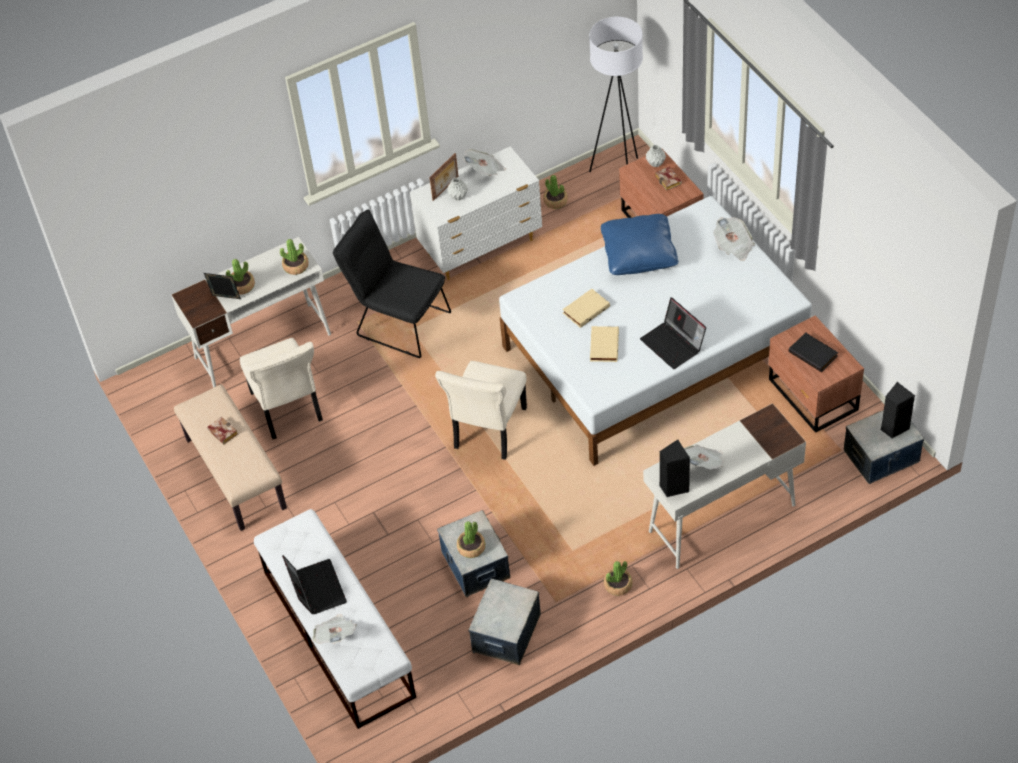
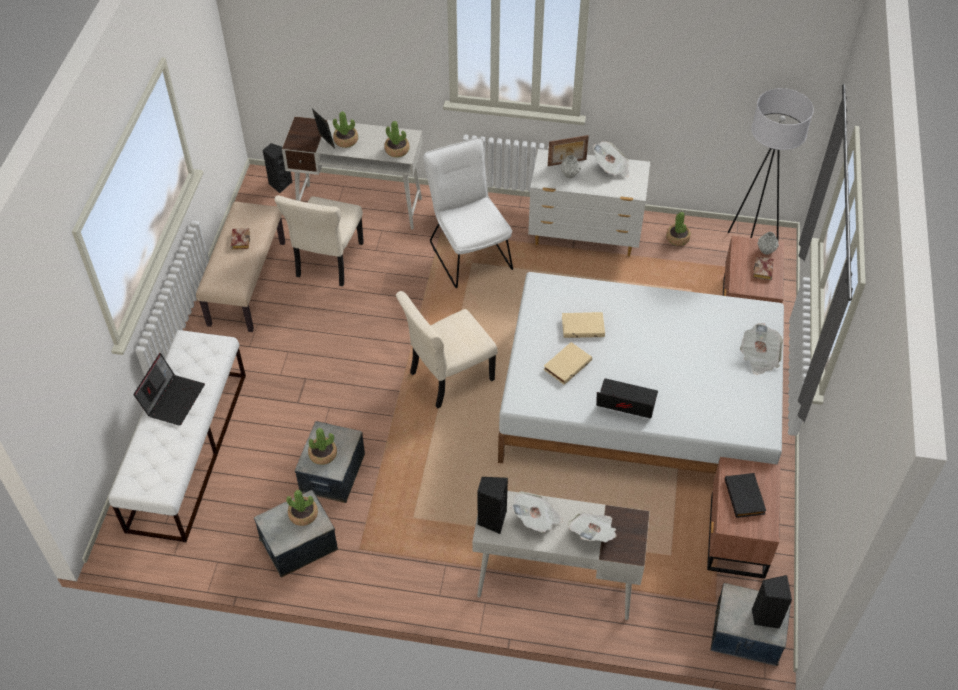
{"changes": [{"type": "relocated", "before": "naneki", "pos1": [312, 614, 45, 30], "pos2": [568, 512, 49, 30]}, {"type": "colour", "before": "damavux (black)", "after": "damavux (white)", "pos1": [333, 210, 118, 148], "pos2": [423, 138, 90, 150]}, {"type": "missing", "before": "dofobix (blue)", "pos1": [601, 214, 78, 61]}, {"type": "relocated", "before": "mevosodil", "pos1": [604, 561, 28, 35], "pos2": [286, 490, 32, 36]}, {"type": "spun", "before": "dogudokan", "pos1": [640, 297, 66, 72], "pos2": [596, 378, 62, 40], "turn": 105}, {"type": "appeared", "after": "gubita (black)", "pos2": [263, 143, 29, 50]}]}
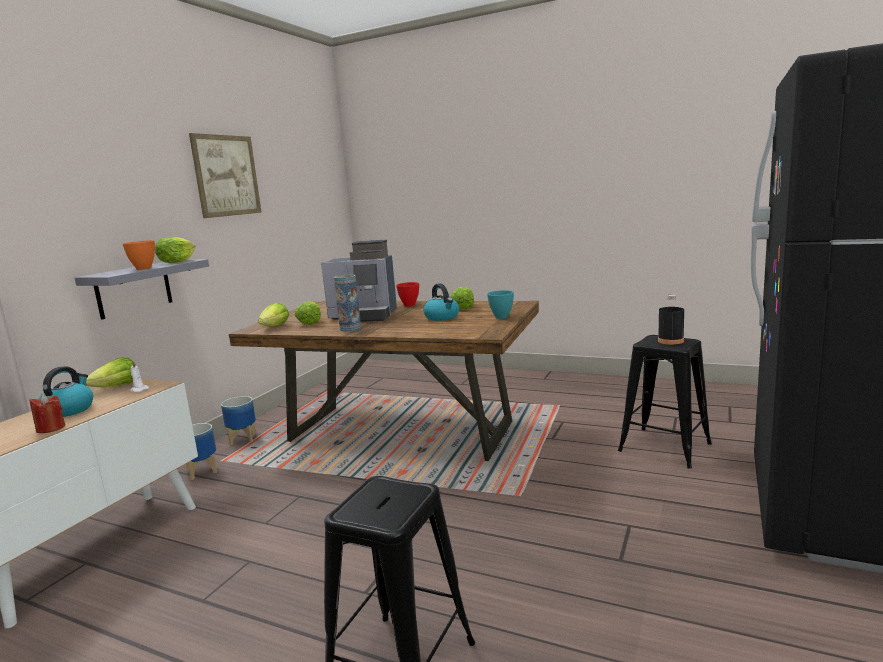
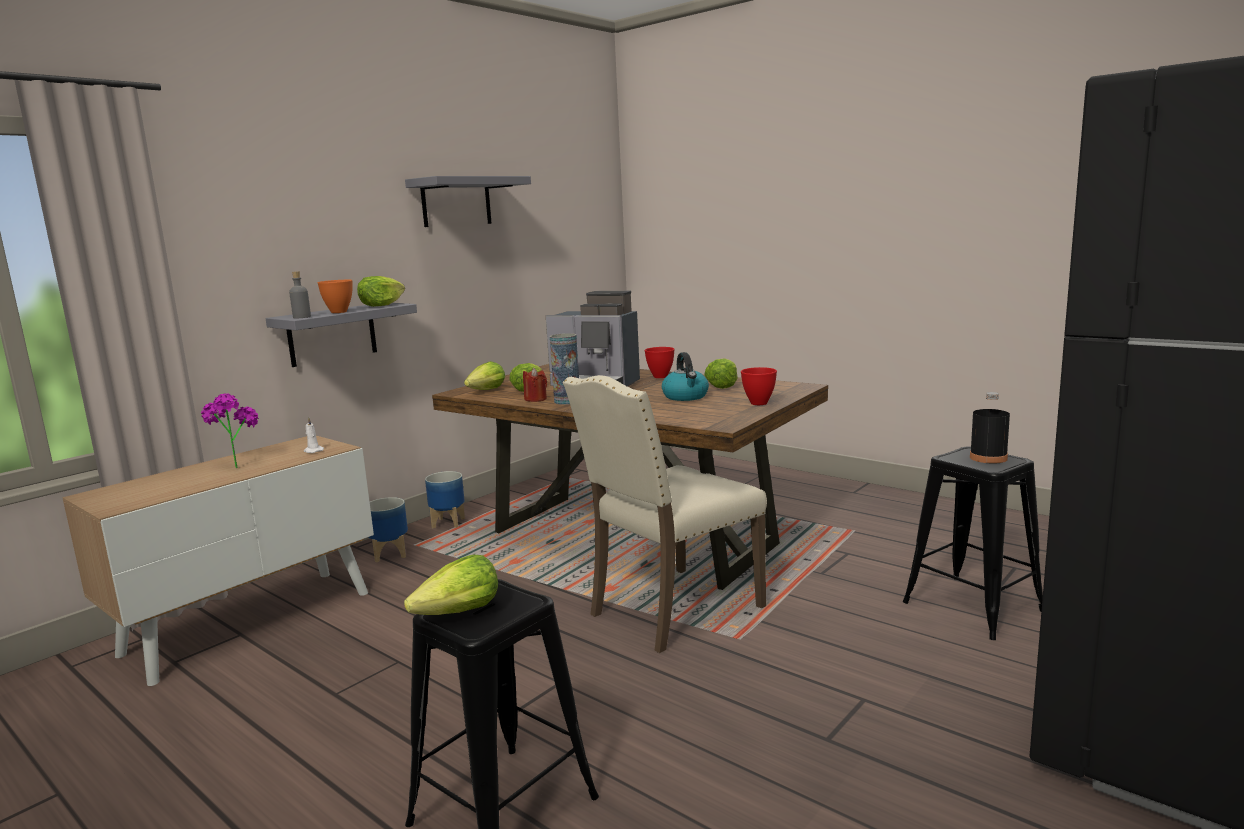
{"changes": [{"type": "relocated", "before": "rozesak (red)", "pos1": [29, 394, 36, 39], "pos2": [523, 368, 24, 34]}, {"type": "exchanged", "before": "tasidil", "after": "mevosodil", "pos1": [39, 366, 54, 51], "pos2": [201, 393, 58, 75]}, {"type": "relocated", "before": "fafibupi", "pos1": [85, 357, 51, 30], "pos2": [404, 555, 94, 60]}, {"type": "exchanged", "before": "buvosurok", "after": "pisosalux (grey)", "pos1": [189, 133, 73, 85], "pos2": [405, 176, 126, 51]}, {"type": "colour", "before": "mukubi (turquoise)", "after": "mukubi (red)", "pos1": [487, 290, 27, 29], "pos2": [741, 367, 36, 38]}, {"type": "appeared", "after": "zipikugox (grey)", "pos2": [289, 271, 22, 47]}, {"type": "appeared", "after": "damavux (beige)", "pos2": [563, 375, 204, 278]}]}
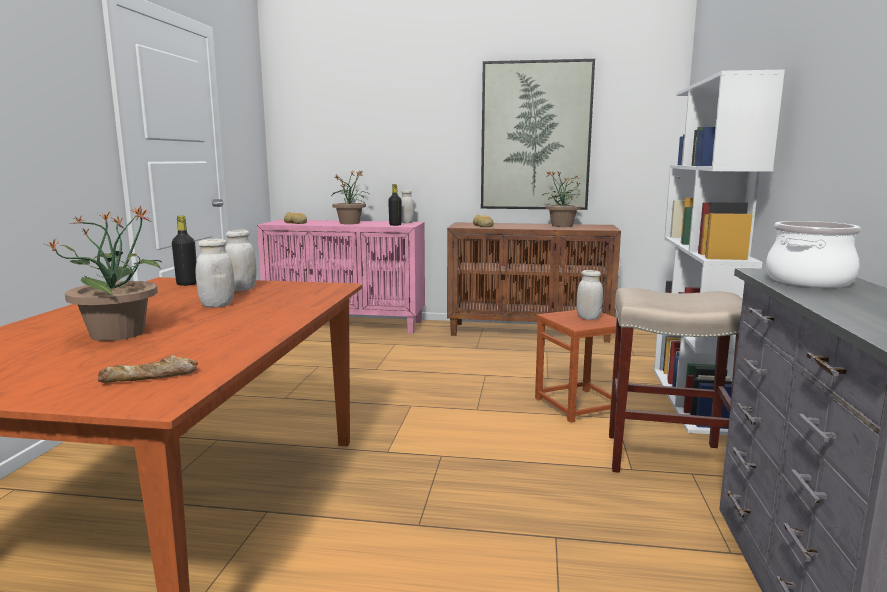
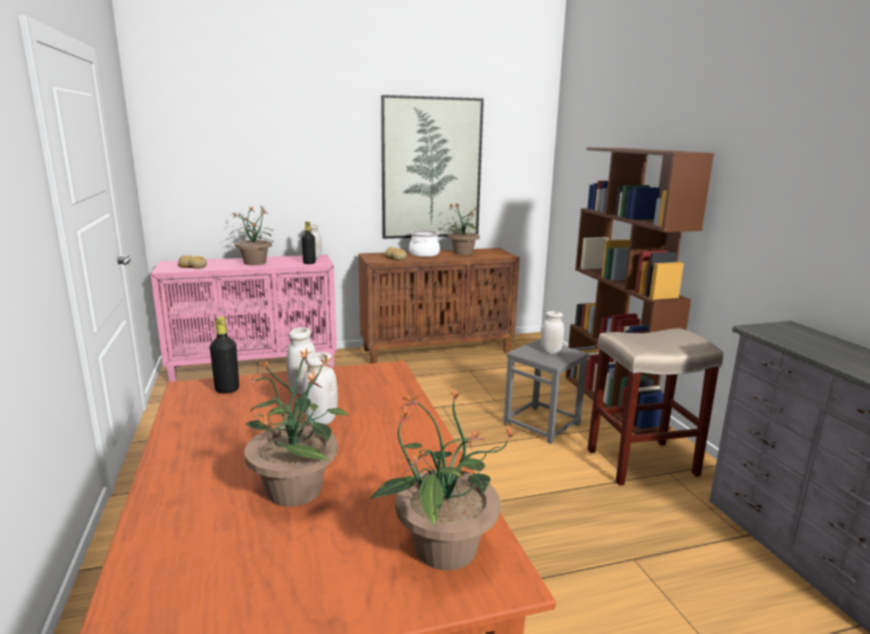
{"changes": [{"type": "exchanged", "before": "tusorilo", "after": "mevosodil", "pos1": [98, 355, 100, 28], "pos2": [369, 386, 150, 184]}, {"type": "colour", "before": "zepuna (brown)", "after": "zepuna (grey)", "pos1": [535, 310, 82, 113], "pos2": [504, 339, 85, 105]}, {"type": "colour", "before": "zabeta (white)", "after": "zabeta (brown)", "pos1": [654, 69, 131, 366], "pos2": [565, 147, 149, 288]}, {"type": "relocated", "before": "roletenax", "pos1": [766, 221, 95, 67], "pos2": [409, 230, 31, 27]}]}
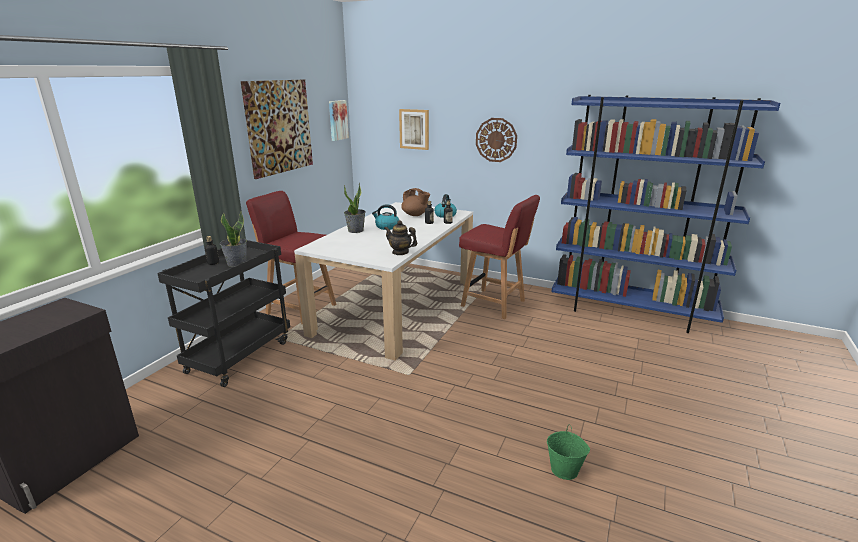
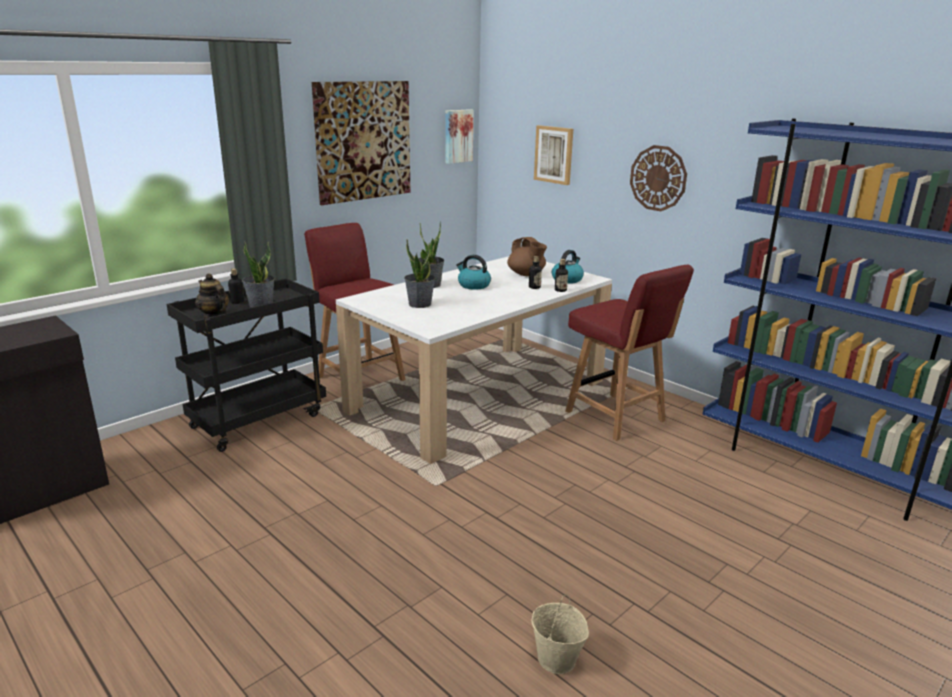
{"changes": [{"type": "relocated", "before": "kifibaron", "pos1": [384, 220, 34, 35], "pos2": [195, 273, 34, 46]}, {"type": "colour", "before": "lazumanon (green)", "after": "lazumanon (beige)", "pos1": [547, 424, 43, 56], "pos2": [531, 595, 58, 79]}, {"type": "appeared", "after": "mevosodil", "pos2": [404, 240, 31, 68]}]}
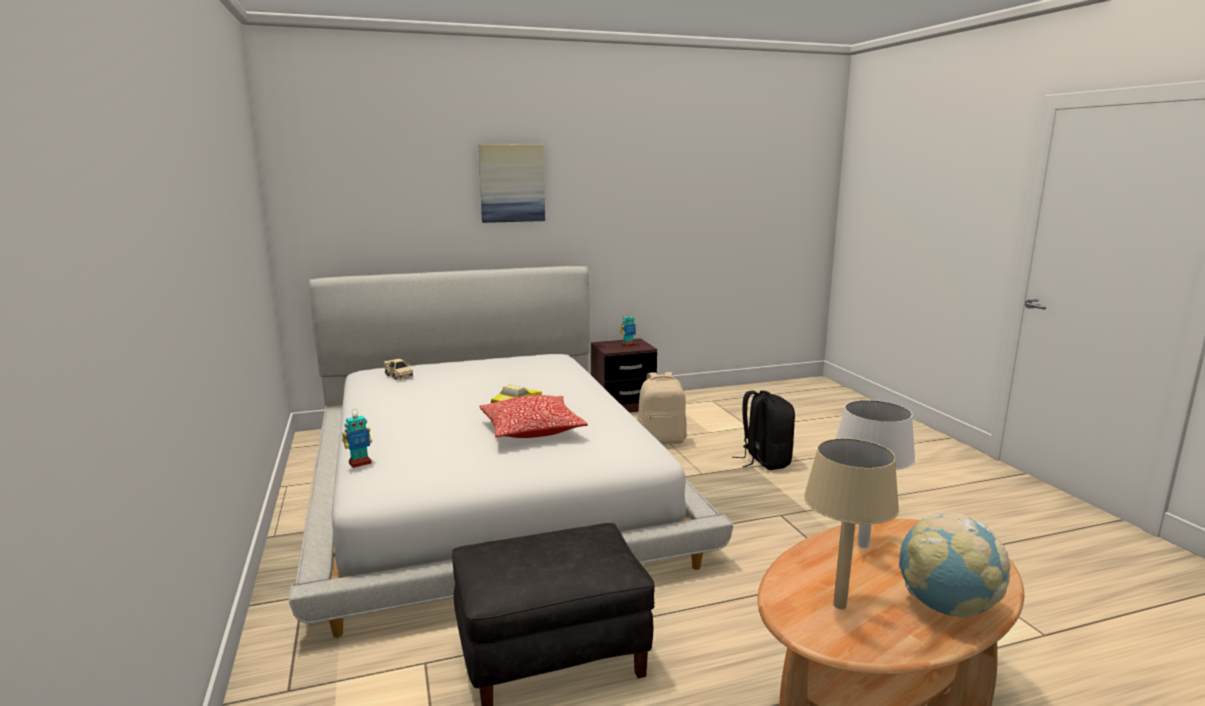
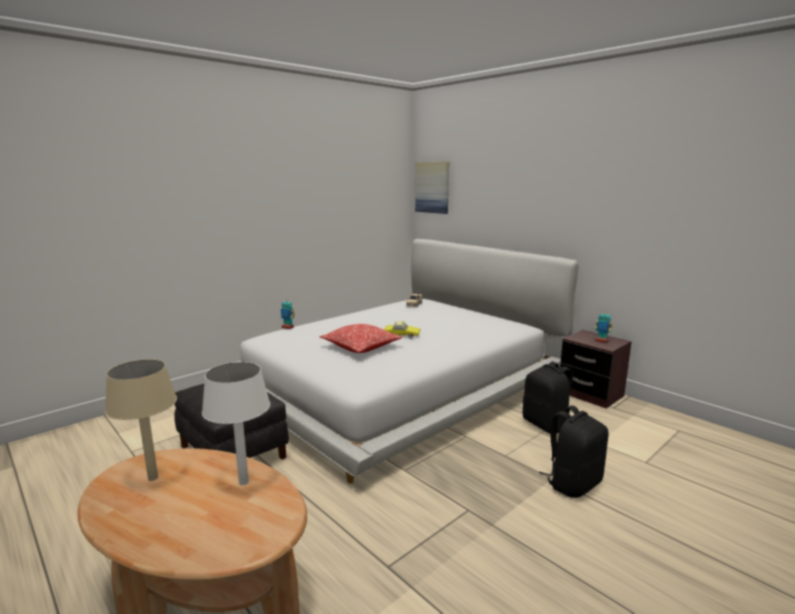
{"changes": [{"type": "relocated", "before": "buvosurok", "pos1": [478, 144, 67, 79], "pos2": [415, 162, 34, 52]}, {"type": "colour", "before": "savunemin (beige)", "after": "savunemin (black)", "pos1": [637, 372, 50, 72], "pos2": [523, 362, 50, 72]}, {"type": "missing", "before": "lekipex", "pos1": [898, 513, 112, 105]}]}
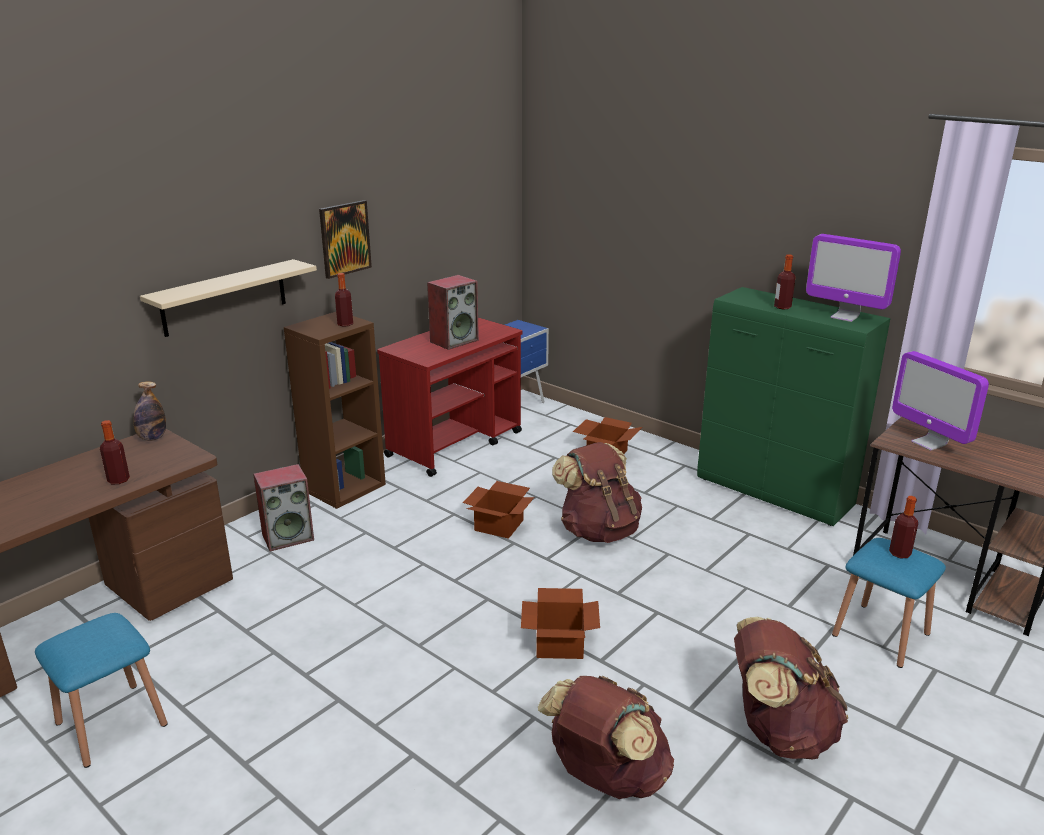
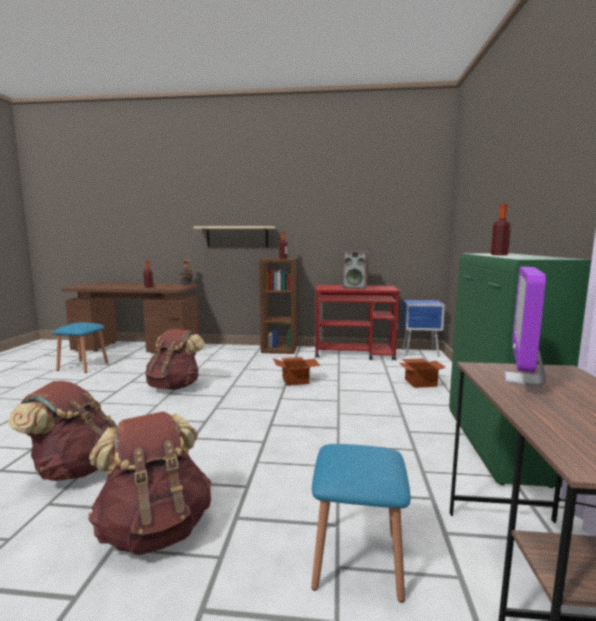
{"changes": [{"type": "missing", "before": "gubita", "pos1": [253, 464, 61, 87]}, {"type": "missing", "before": "buvosurok", "pos1": [319, 200, 53, 79]}, {"type": "missing", "before": "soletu", "pos1": [521, 588, 79, 71]}, {"type": "relocated", "before": "savunemin (brown)", "pos1": [552, 442, 90, 101], "pos2": [145, 329, 59, 61]}, {"type": "missing", "before": "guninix", "pos1": [806, 234, 95, 88]}, {"type": "missing", "before": "zipikugox", "pos1": [889, 496, 29, 62]}]}
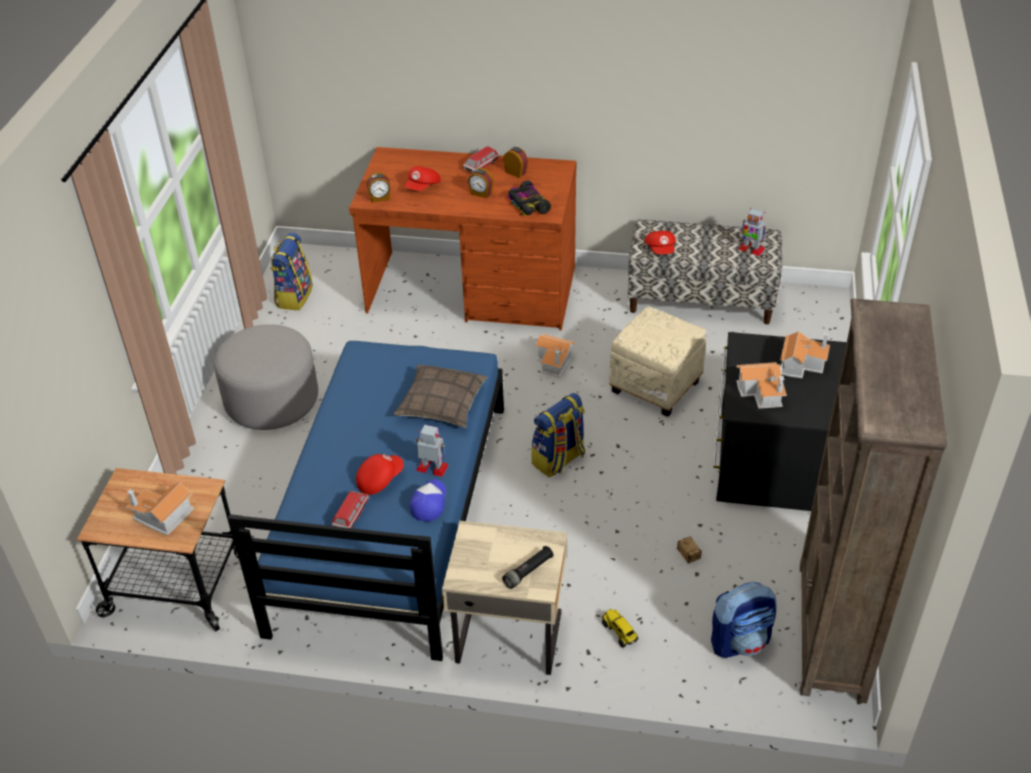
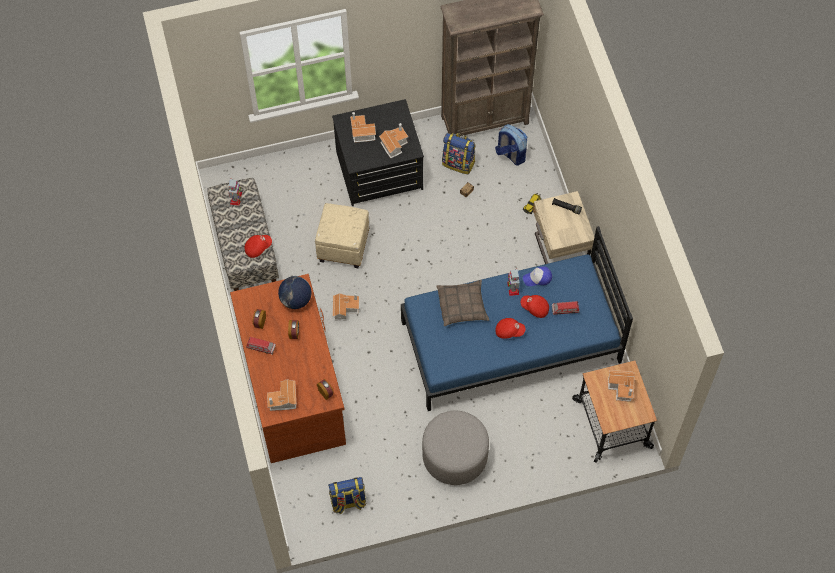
{"changes": [{"type": "relocated", "before": "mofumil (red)", "pos1": [404, 166, 37, 24], "pos2": [495, 318, 31, 21]}, {"type": "exchanged", "before": "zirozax", "after": "lekipex", "pos1": [508, 181, 43, 35], "pos2": [278, 276, 33, 33]}, {"type": "relocated", "before": "savunemin", "pos1": [531, 393, 54, 84], "pos2": [442, 133, 33, 42]}, {"type": "appeared", "after": "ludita", "pos2": [267, 379, 30, 32]}]}
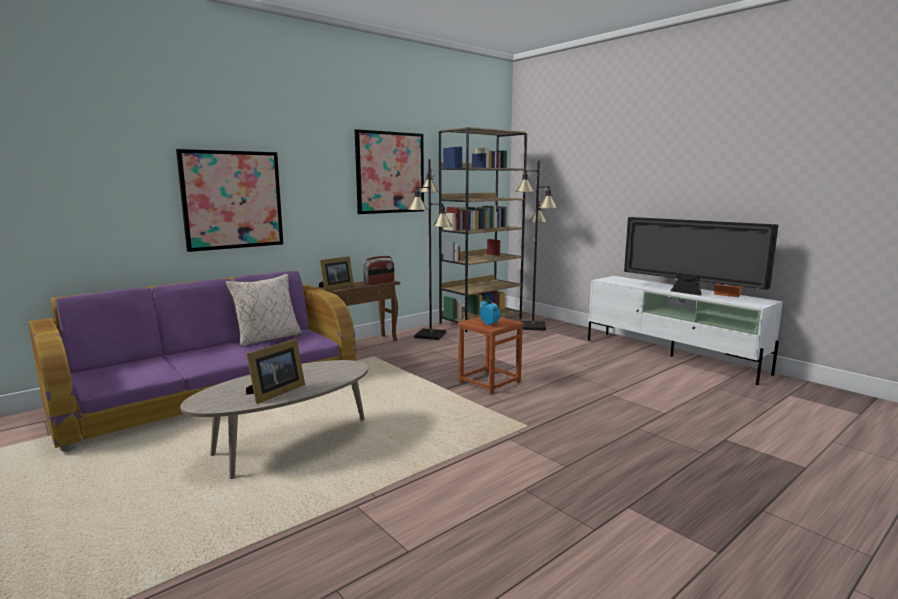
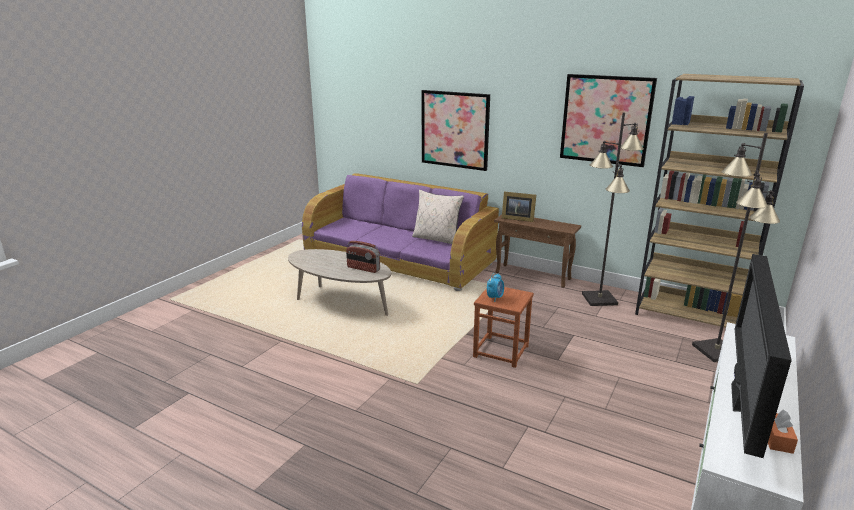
{"changes": [{"type": "missing", "before": "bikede", "pos1": [246, 339, 59, 65]}, {"type": "relocated", "before": "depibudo", "pos1": [363, 256, 31, 29], "pos2": [346, 241, 34, 32]}]}
